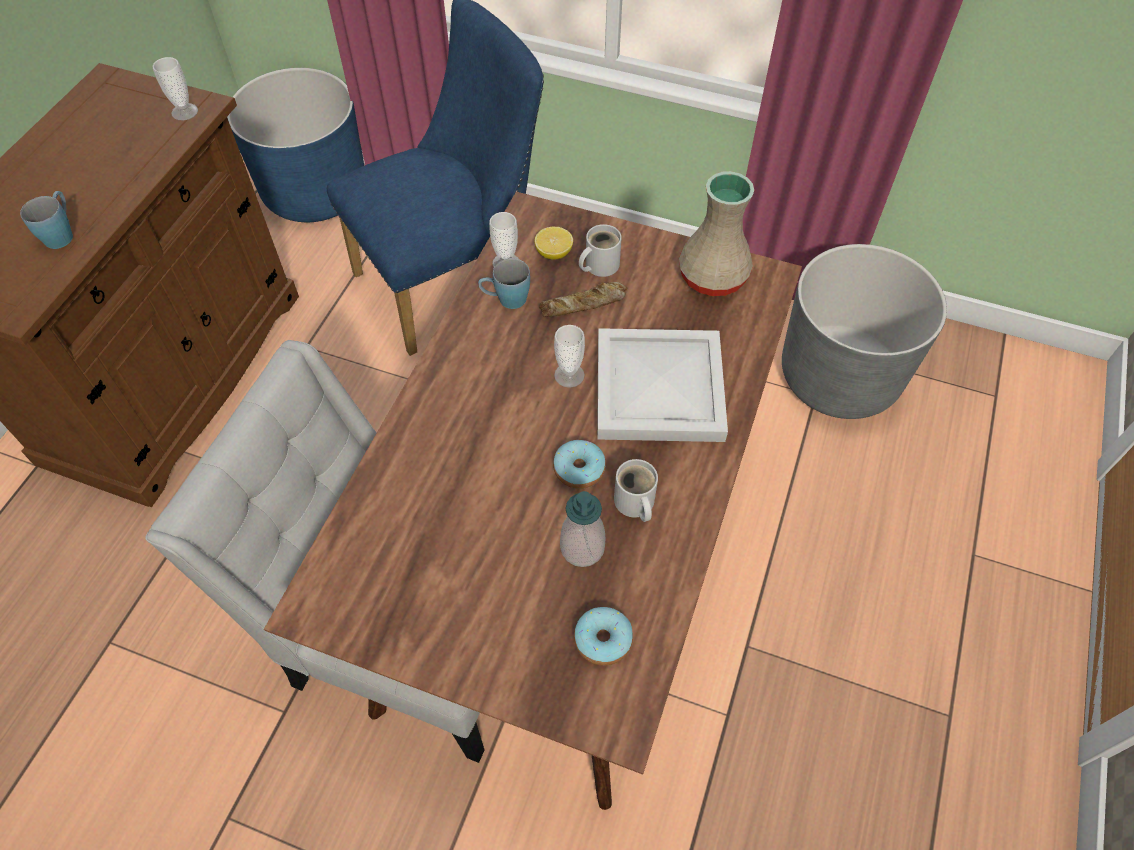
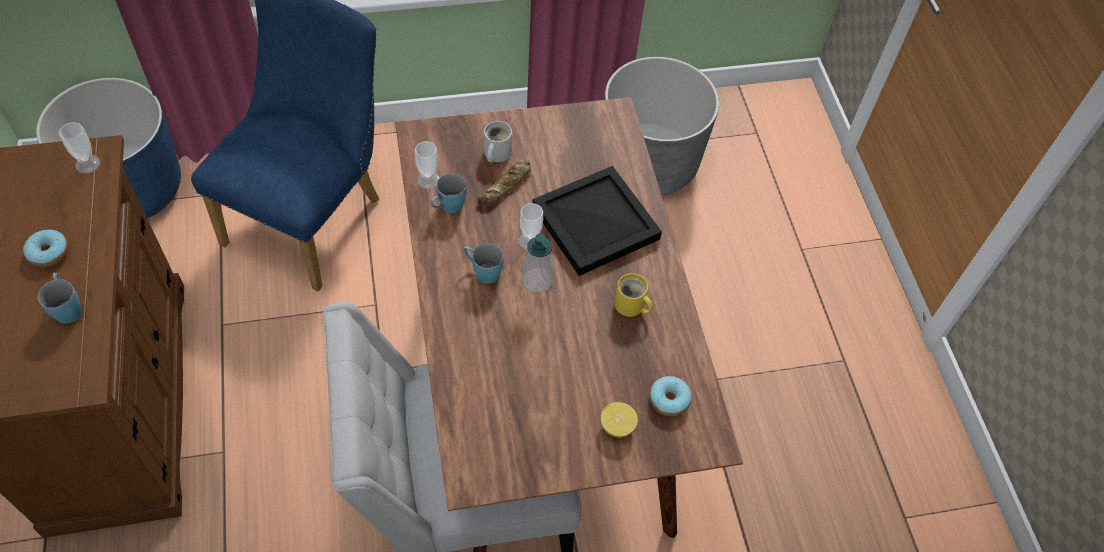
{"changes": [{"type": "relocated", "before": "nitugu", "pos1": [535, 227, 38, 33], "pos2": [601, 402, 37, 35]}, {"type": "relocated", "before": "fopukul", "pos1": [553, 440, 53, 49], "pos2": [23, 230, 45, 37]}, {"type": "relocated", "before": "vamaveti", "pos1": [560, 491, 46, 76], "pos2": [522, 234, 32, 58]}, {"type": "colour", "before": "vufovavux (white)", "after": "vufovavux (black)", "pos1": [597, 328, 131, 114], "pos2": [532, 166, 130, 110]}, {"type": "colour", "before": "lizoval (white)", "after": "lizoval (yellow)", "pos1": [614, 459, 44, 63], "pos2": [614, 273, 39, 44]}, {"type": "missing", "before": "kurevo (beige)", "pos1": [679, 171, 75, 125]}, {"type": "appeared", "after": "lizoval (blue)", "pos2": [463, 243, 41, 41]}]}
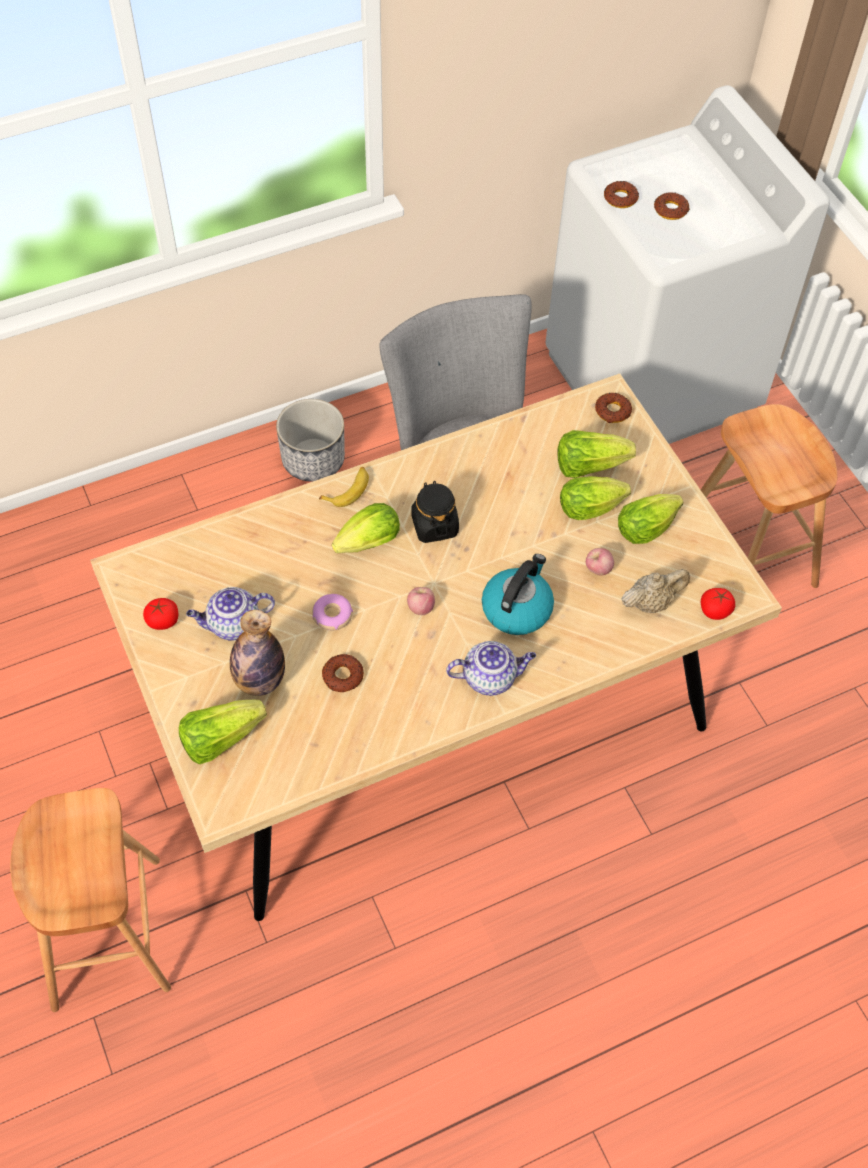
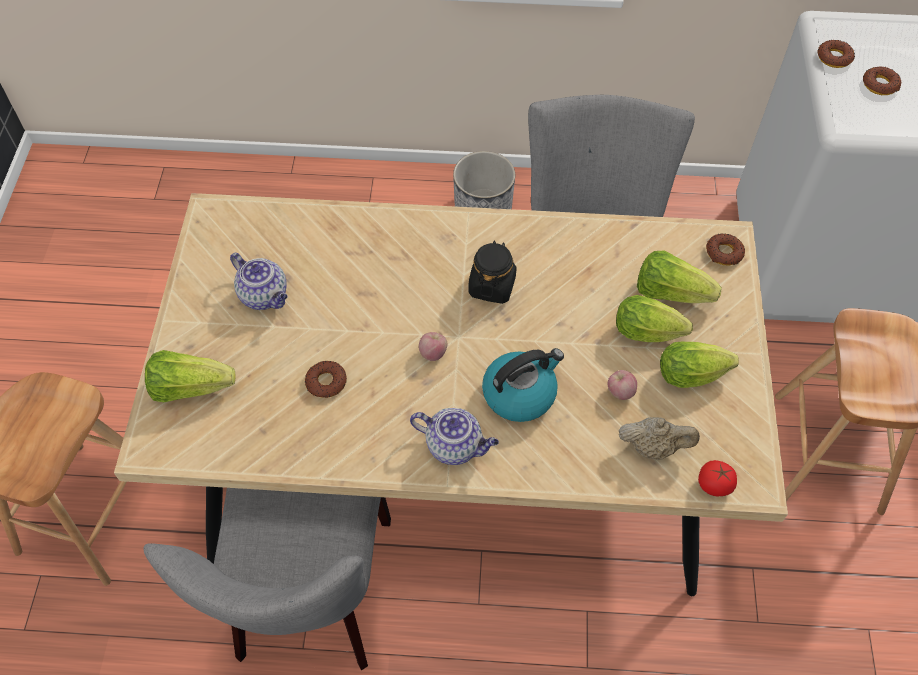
{"changes": [{"type": "missing", "before": "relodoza", "pos1": [143, 598, 35, 32]}, {"type": "spun", "before": "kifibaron", "pos1": [186, 587, 89, 54], "pos2": [230, 253, 58, 57], "turn": -150}, {"type": "missing", "before": "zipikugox", "pos1": [230, 610, 55, 86]}, {"type": "missing", "before": "fopukul", "pos1": [312, 594, 41, 36]}, {"type": "missing", "before": "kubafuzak", "pos1": [319, 467, 50, 40]}, {"type": "missing", "before": "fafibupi", "pos1": [332, 503, 68, 50]}, {"type": "appeared", "after": "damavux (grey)", "pos2": [143, 488, 248, 182]}]}
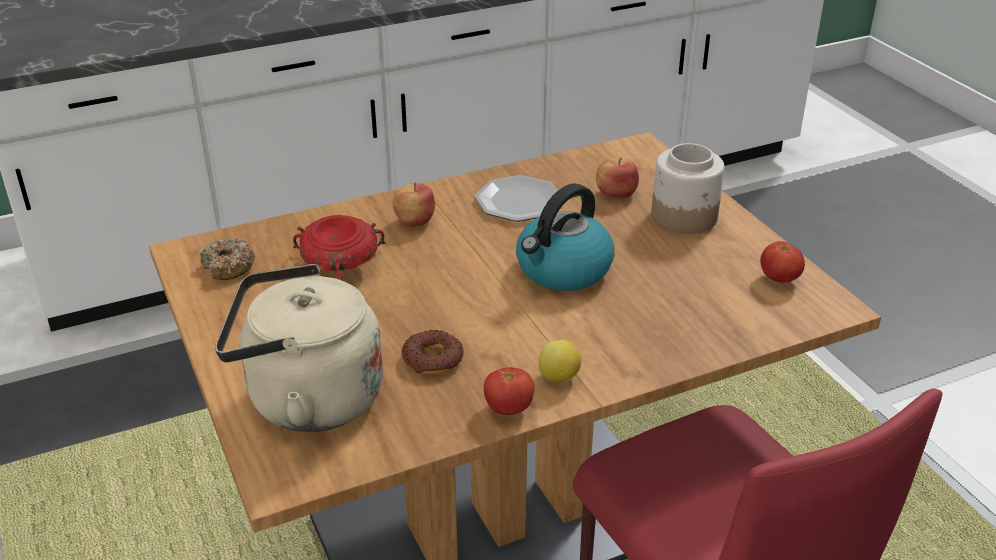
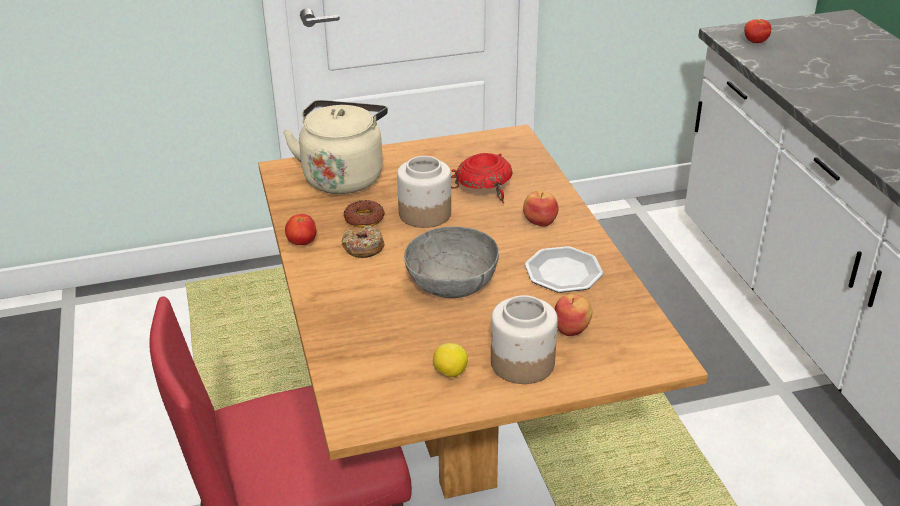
{"changes": [{"type": "relocated", "before": "fopukul", "pos1": [200, 238, 55, 42], "pos2": [342, 226, 43, 32]}, {"type": "exchanged", "before": "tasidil", "after": "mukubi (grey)", "pos1": [516, 183, 98, 108], "pos2": [404, 226, 95, 72]}, {"type": "relocated", "before": "nitugu", "pos1": [538, 340, 43, 42], "pos2": [433, 343, 35, 35]}, {"type": "relocated", "before": "relodoza", "pos1": [760, 241, 45, 42], "pos2": [744, 19, 27, 24]}, {"type": "appeared", "after": "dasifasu", "pos2": [397, 156, 54, 72]}]}
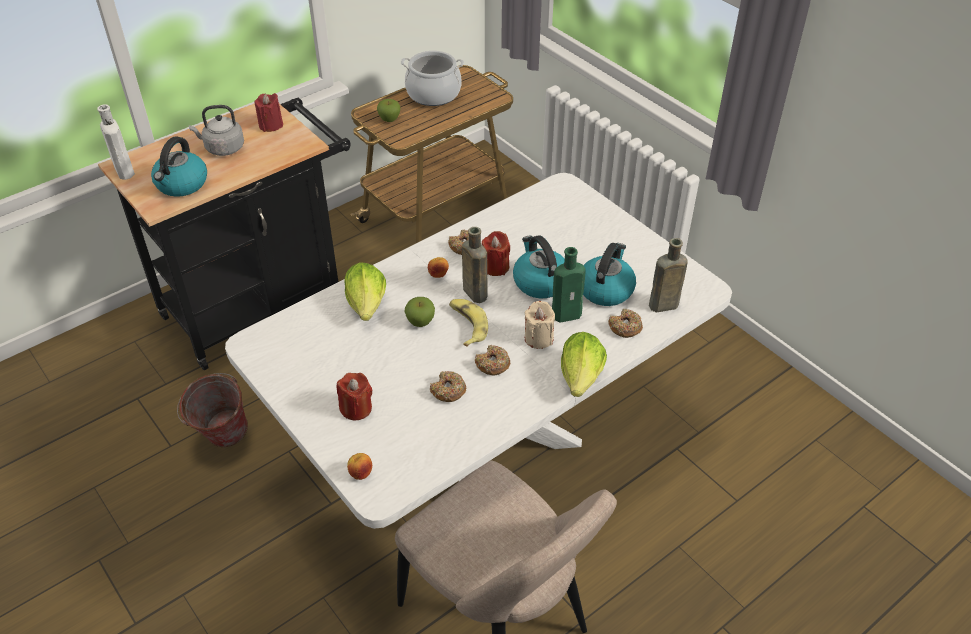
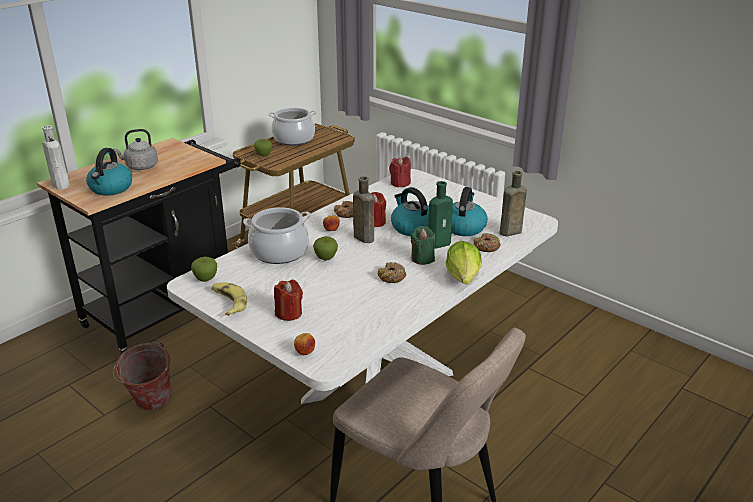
{"changes": [{"type": "relocated", "before": "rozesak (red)", "pos1": [254, 93, 29, 39], "pos2": [389, 156, 22, 32]}, {"type": "exchanged", "before": "fafibupi", "after": "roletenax", "pos1": [344, 262, 42, 59], "pos2": [243, 207, 68, 57]}, {"type": "missing", "before": "fopukul", "pos1": [430, 371, 37, 31]}, {"type": "relocated", "before": "kubafuzak", "pos1": [449, 299, 39, 48], "pos2": [212, 282, 35, 34]}, {"type": "colour", "before": "rozesak (beige)", "after": "rozesak (green)", "pos1": [525, 301, 30, 48], "pos2": [411, 226, 24, 39]}, {"type": "appeared", "after": "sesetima", "pos2": [191, 257, 26, 25]}]}
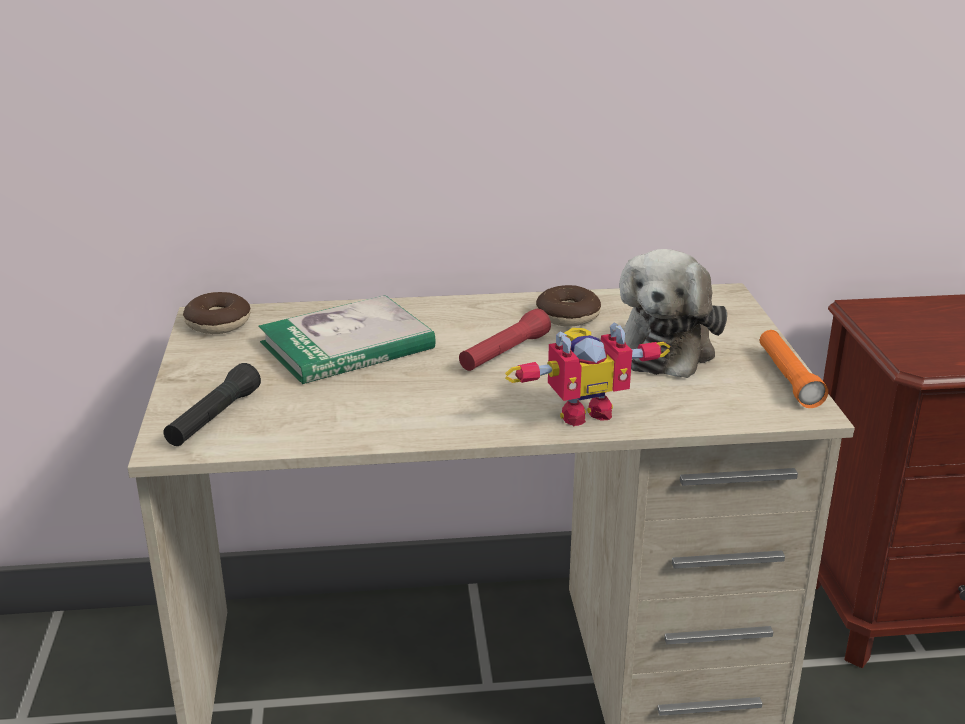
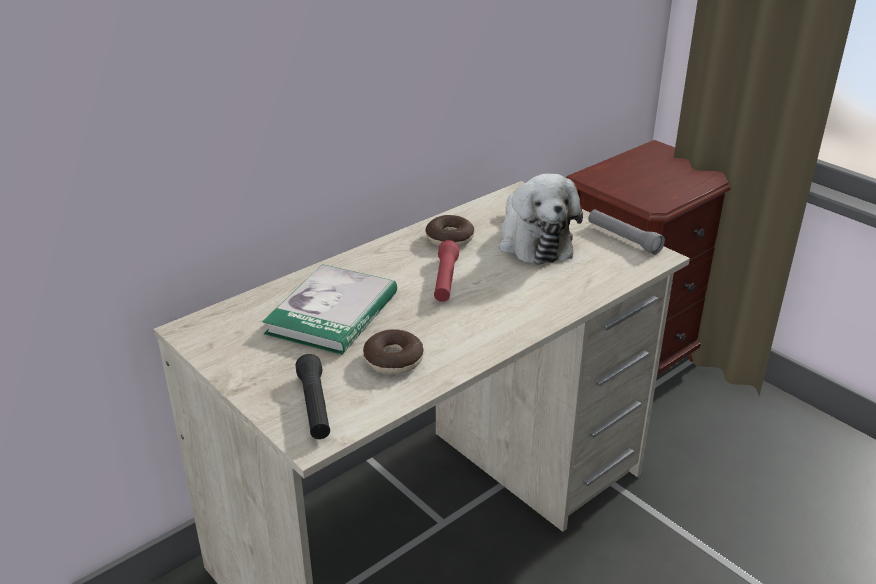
{"changes": [{"type": "relocated", "before": "fopukul", "pos1": [183, 292, 67, 42], "pos2": [363, 329, 61, 45]}, {"type": "missing", "before": "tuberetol", "pos1": [505, 322, 166, 104]}, {"type": "colour", "before": "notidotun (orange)", "after": "notidotun (grey)", "pos1": [760, 330, 68, 78], "pos2": [588, 209, 77, 46]}]}
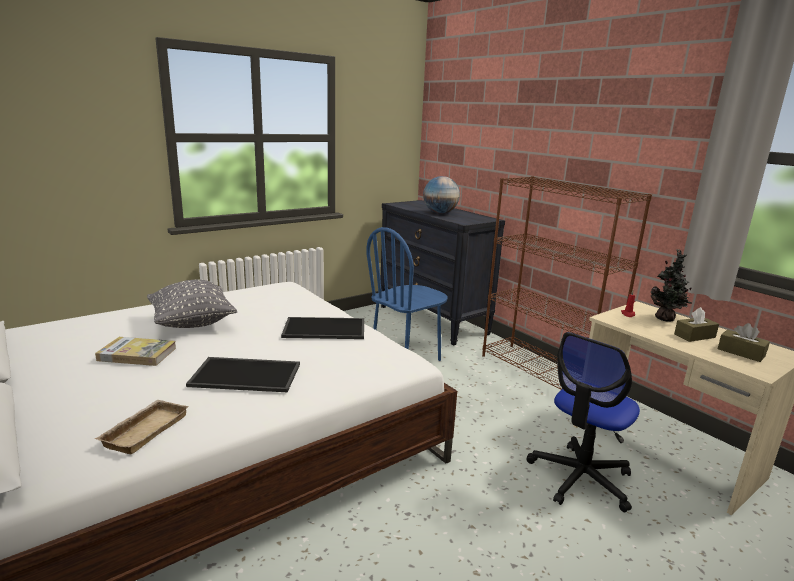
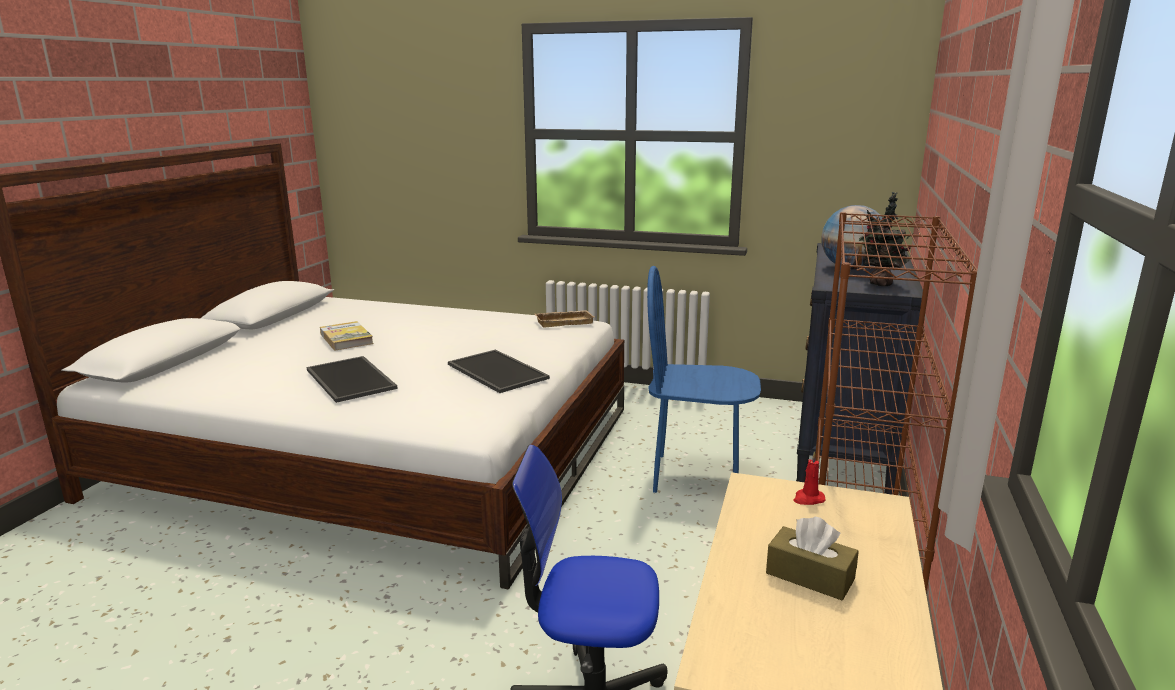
{"changes": [{"type": "relocated", "before": "vufovavux (beige)", "pos1": [95, 400, 94, 54], "pos2": [534, 310, 60, 18]}, {"type": "missing", "before": "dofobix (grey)", "pos1": [147, 280, 90, 48]}, {"type": "relocated", "before": "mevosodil", "pos1": [651, 249, 41, 73], "pos2": [859, 192, 55, 94]}, {"type": "missing", "before": "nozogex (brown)", "pos1": [718, 323, 52, 39]}]}
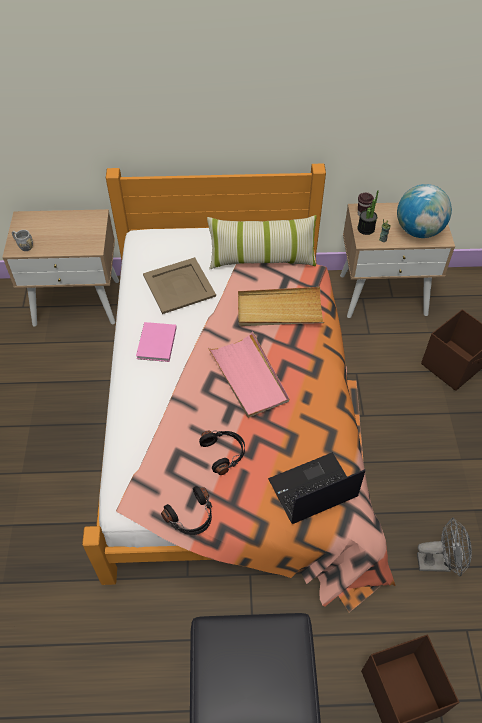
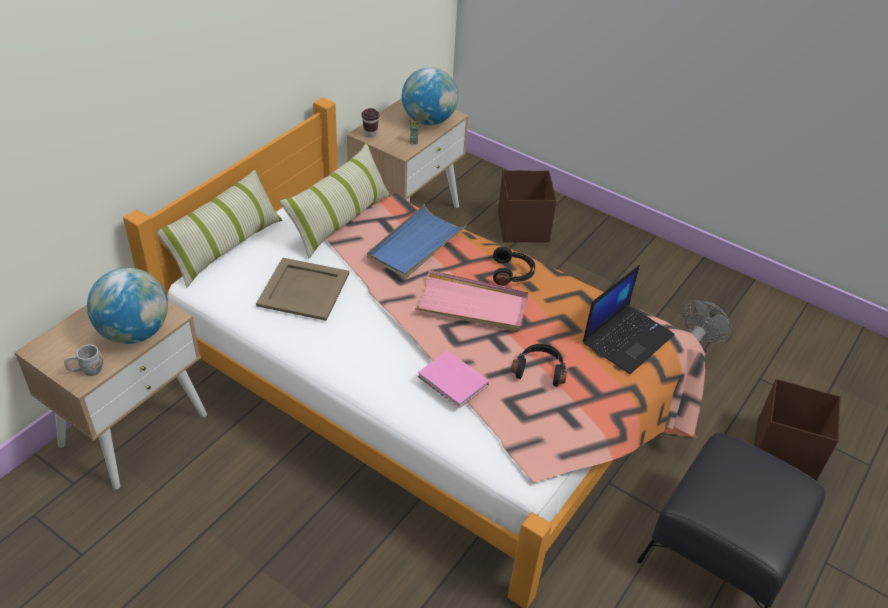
{"changes": [{"type": "relocated", "before": "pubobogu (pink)", "pos1": [136, 322, 41, 40], "pos2": [418, 351, 71, 57]}, {"type": "relocated", "before": "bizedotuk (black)", "pos1": [161, 486, 52, 49], "pos2": [493, 246, 42, 40]}, {"type": "colour", "before": "vufovavux (beige)", "after": "vufovavux (blue)", "pos1": [238, 287, 86, 39], "pos2": [367, 204, 100, 74]}, {"type": "spun", "before": "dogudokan", "pos1": [268, 452, 97, 72], "pos2": [583, 265, 92, 109], "turn": -150}, {"type": "missing", "before": "mevosodil", "pos1": [357, 190, 22, 45]}, {"type": "appeared", "after": "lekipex", "pos2": [87, 268, 81, 76]}, {"type": "appeared", "after": "dofobix", "pos2": [157, 170, 125, 117]}]}
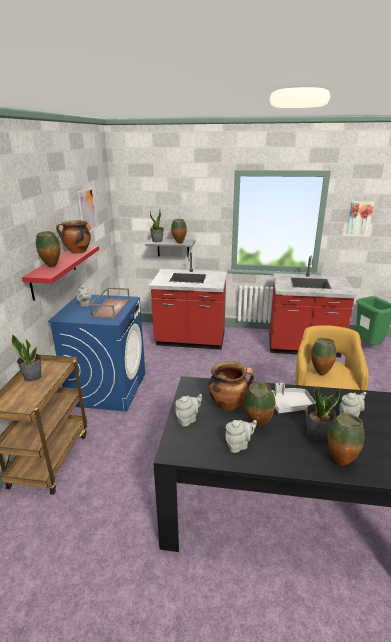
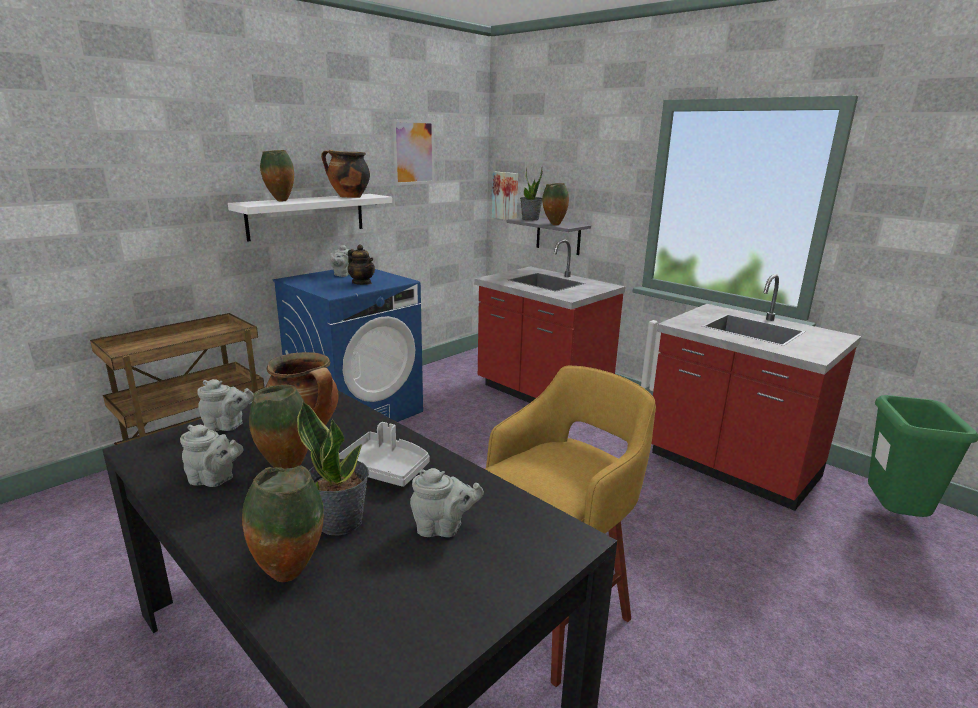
{"changes": [{"type": "missing", "before": "mevosodil", "pos1": [11, 335, 30, 47]}, {"type": "colour", "before": "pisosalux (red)", "after": "pisosalux (white)", "pos1": [22, 246, 77, 55], "pos2": [228, 194, 164, 48]}, {"type": "exchanged", "before": "vufovavux (brown)", "after": "kifibaron", "pos1": [90, 287, 40, 31], "pos2": [348, 244, 27, 41]}, {"type": "missing", "before": "kurevo", "pos1": [311, 338, 25, 38]}, {"type": "relocated", "before": "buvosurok", "pos1": [346, 201, 28, 33], "pos2": [492, 172, 26, 48]}]}
